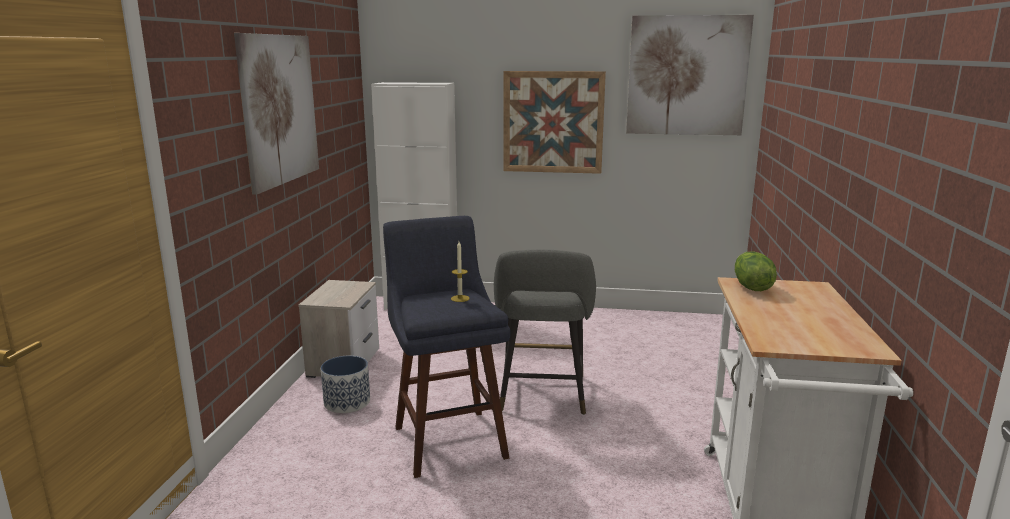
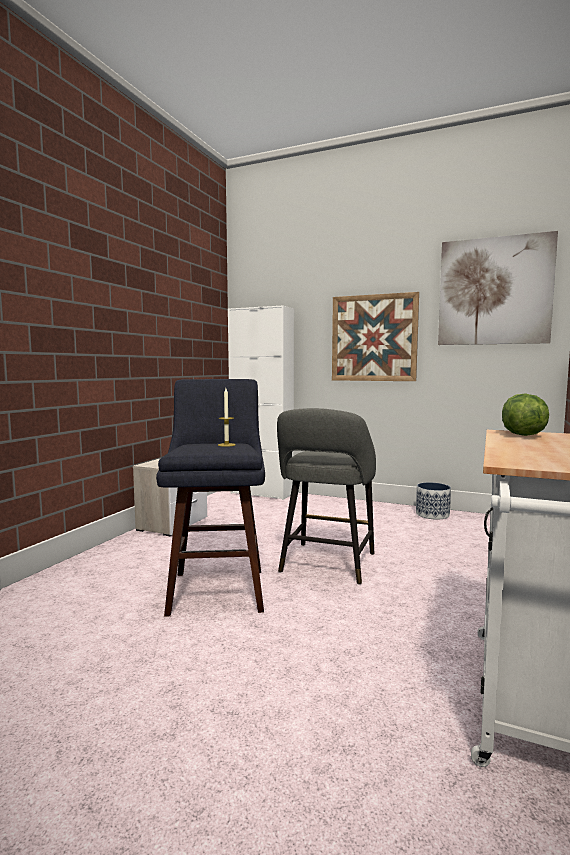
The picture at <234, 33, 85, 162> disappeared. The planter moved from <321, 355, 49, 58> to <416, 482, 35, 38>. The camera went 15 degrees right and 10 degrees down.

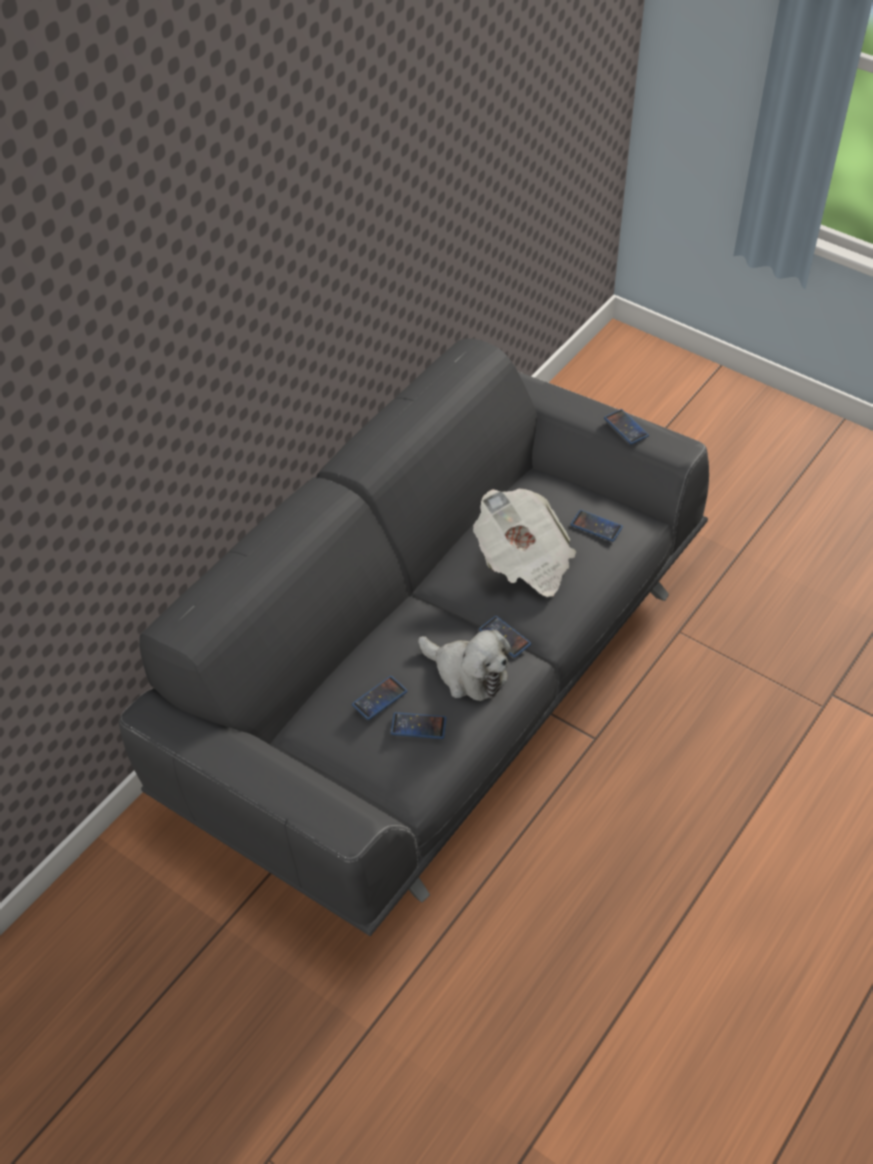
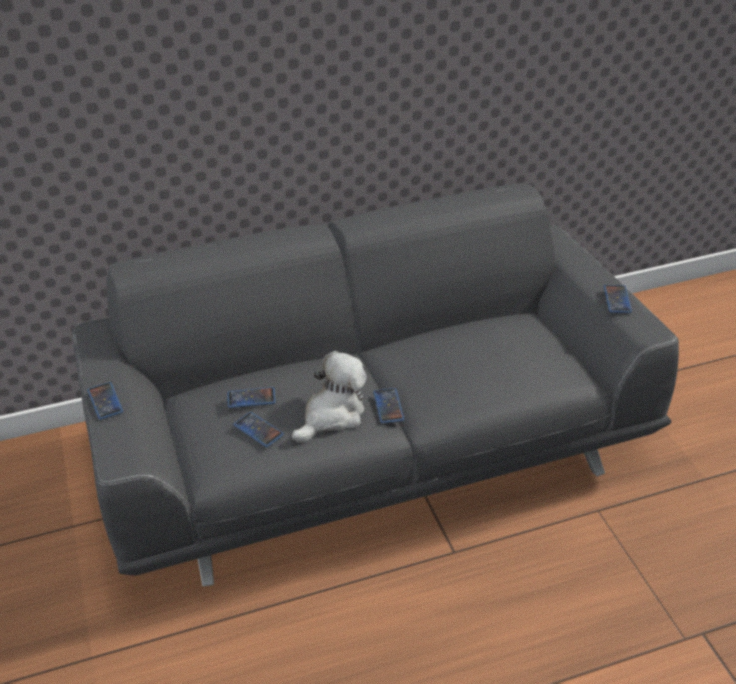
The newspaper at <473, 489, 103, 108> disappeared. The phone moved from <570, 510, 53, 32> to <87, 382, 36, 38>. The plush toy at <418, 630, 93, 71> turned 120 degrees counterclockwise. The camera went 35 degrees right and 10 degrees down.

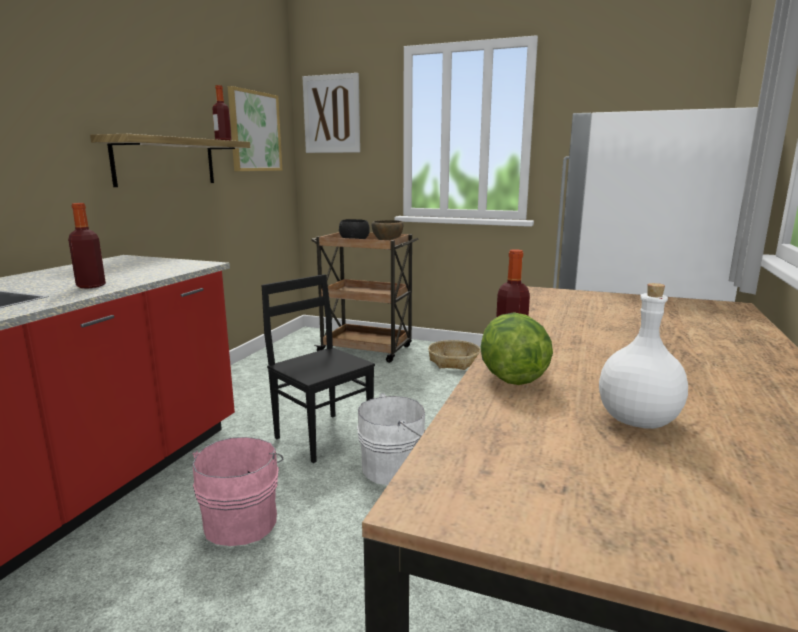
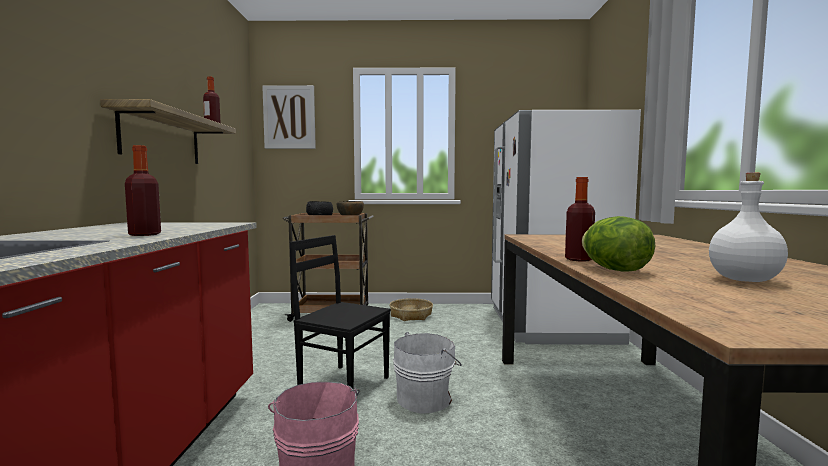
The picture at <228, 86, 54, 85> disappeared. The camera went 20 degrees left and 10 degrees down.

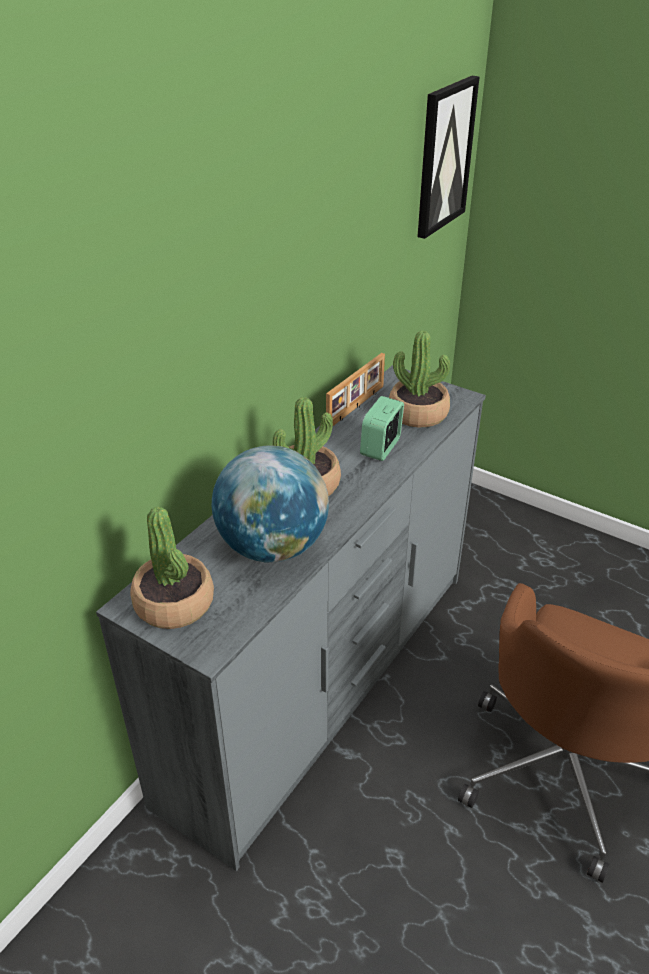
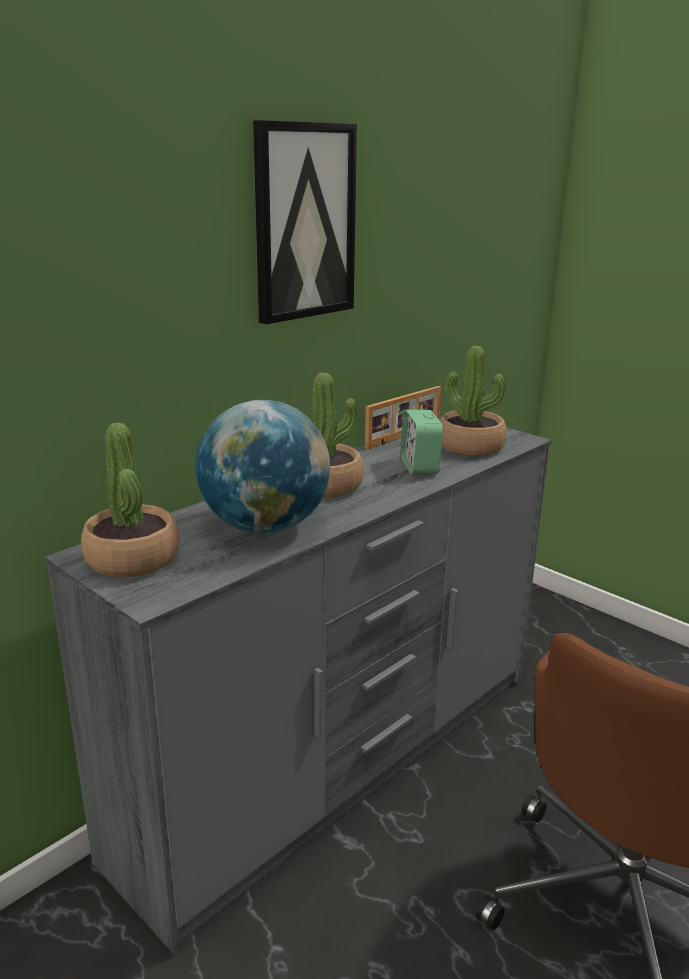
The picture moved from <417, 76, 62, 163> to <253, 120, 104, 204>. The alarm clock at <360, 396, 44, 65> turned 45 degrees counterclockwise. The camera went 10 degrees right and 15 degrees down.

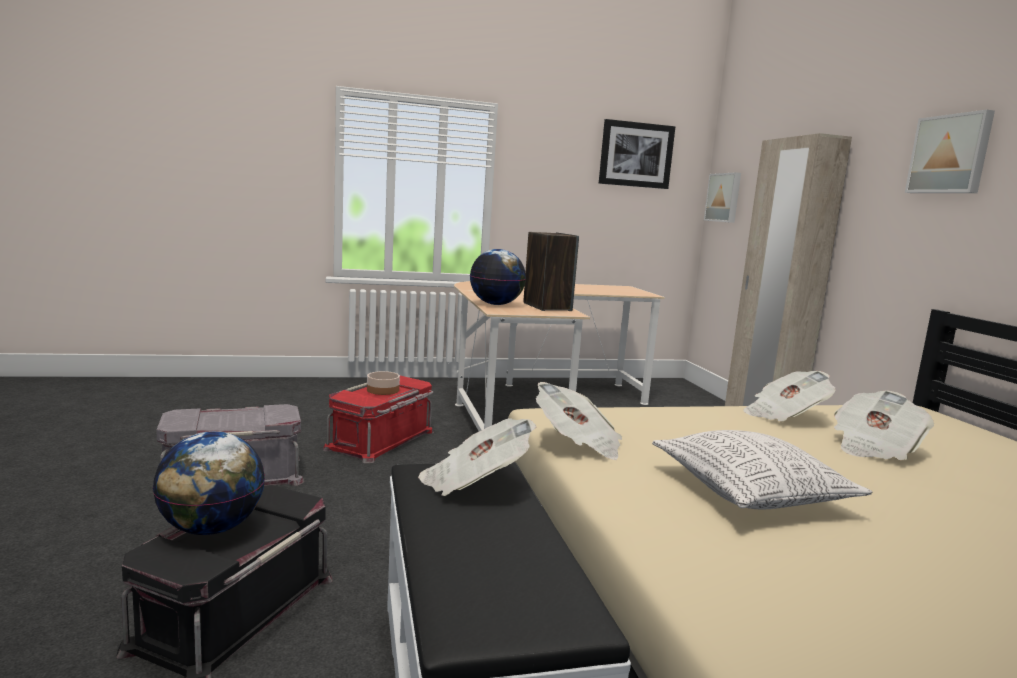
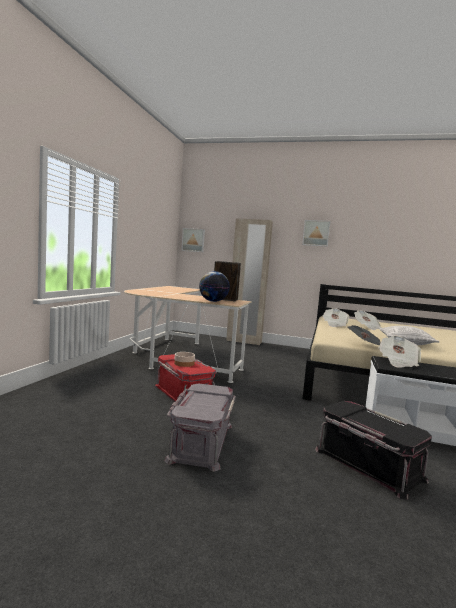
The globe at <153, 431, 112, 104> disappeared. The picture at <599, 119, 76, 70> disappeared. The camera went 60 degrees left and 5 degrees down.

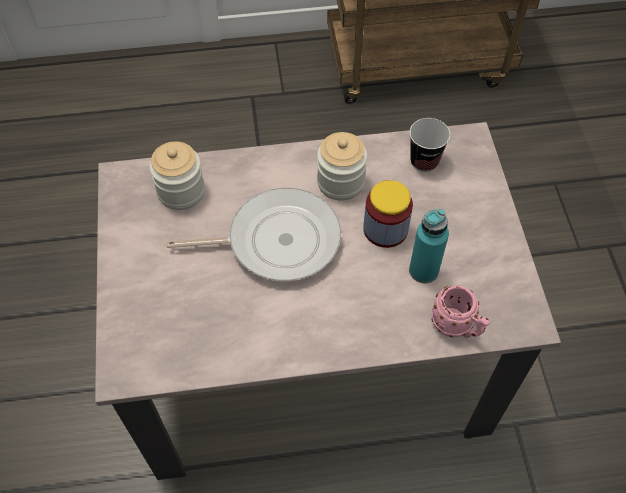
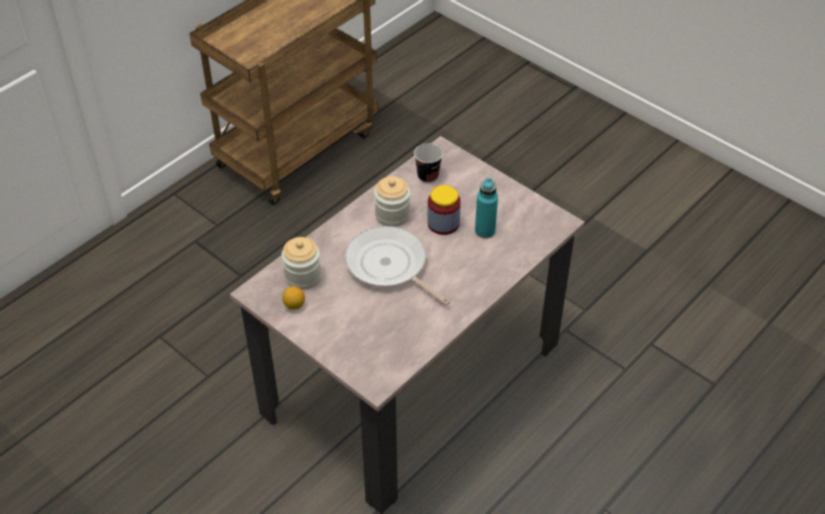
The mug (pink) at <431, 285, 59, 53> disappeared. The lemon at <282, 286, 23, 24> appeared. The frying pan at <167, 188, 174, 93> turned 90 degrees counterclockwise. The camera went 40 degrees left and 10 degrees down.

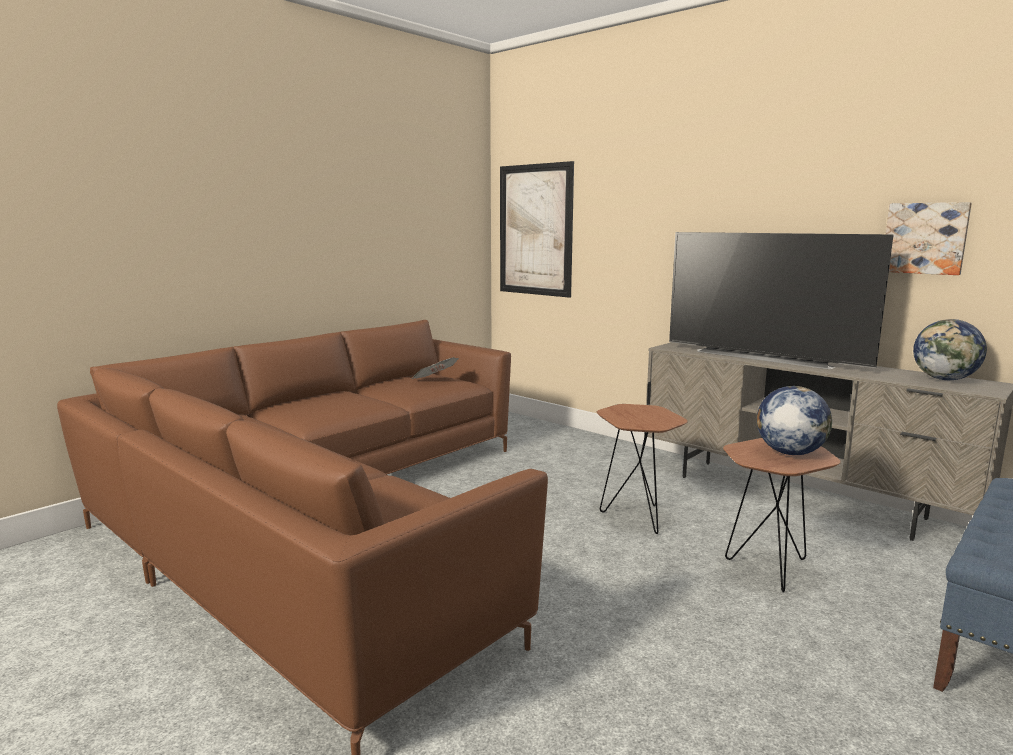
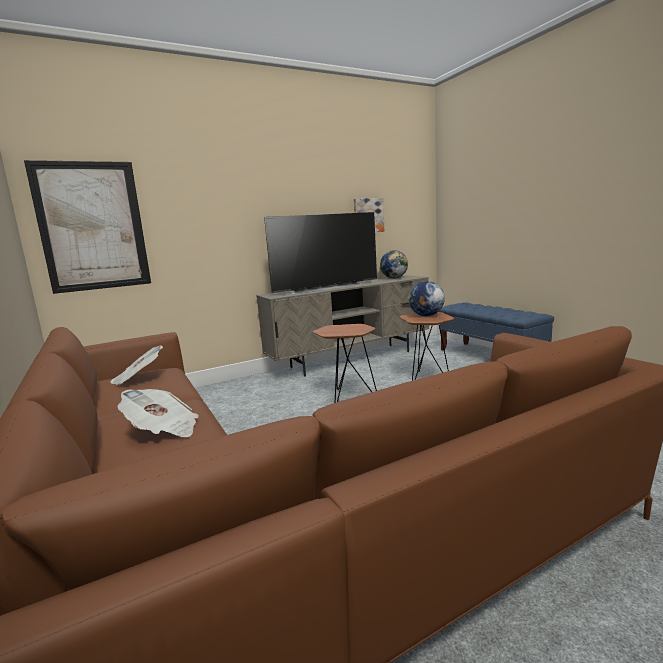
The newspaper at <117, 389, 81, 48> appeared. The camera went 70 degrees left and 0 degrees up.

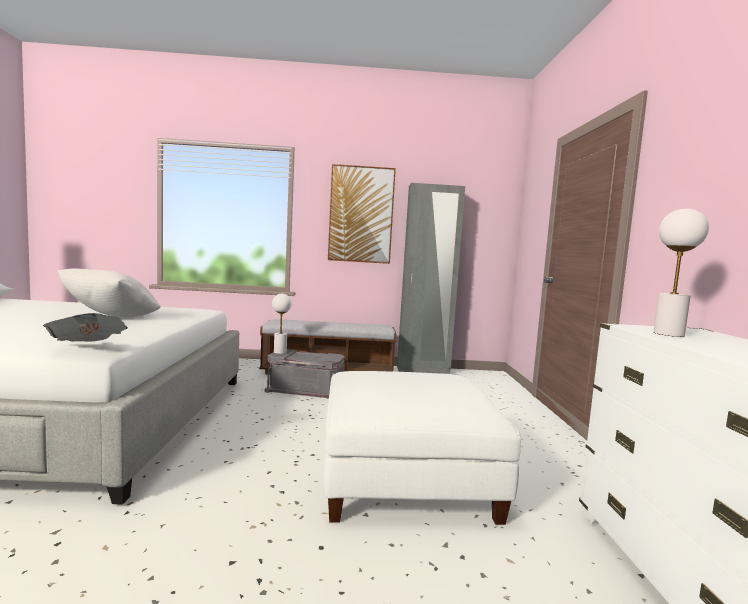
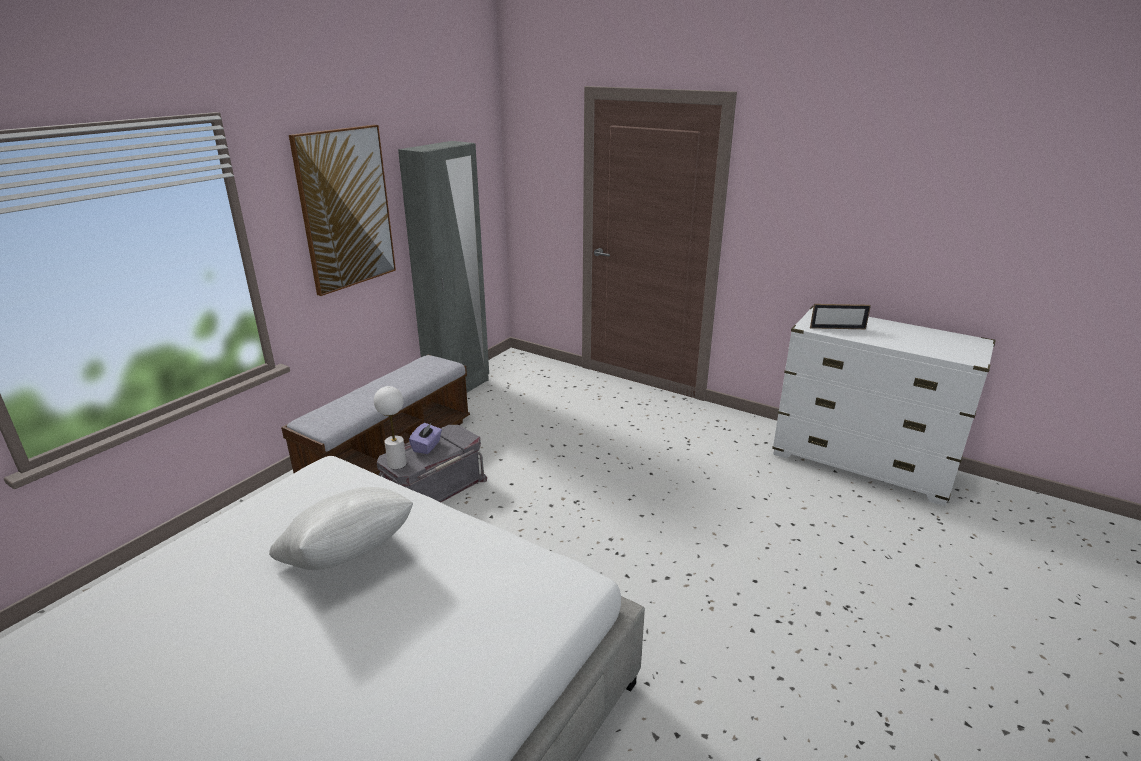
The newspaper at <43, 313, 85, 29> disappeared. The ottoman (white) at <324, 371, 197, 154> disappeared. The tissue box (purple) at <409, 422, 33, 32> appeared. The table lamp (white) at <654, 209, 55, 128> was replaced by the picture frame at <810, 304, 61, 25>. The camera went 55 degrees left and 20 degrees up.

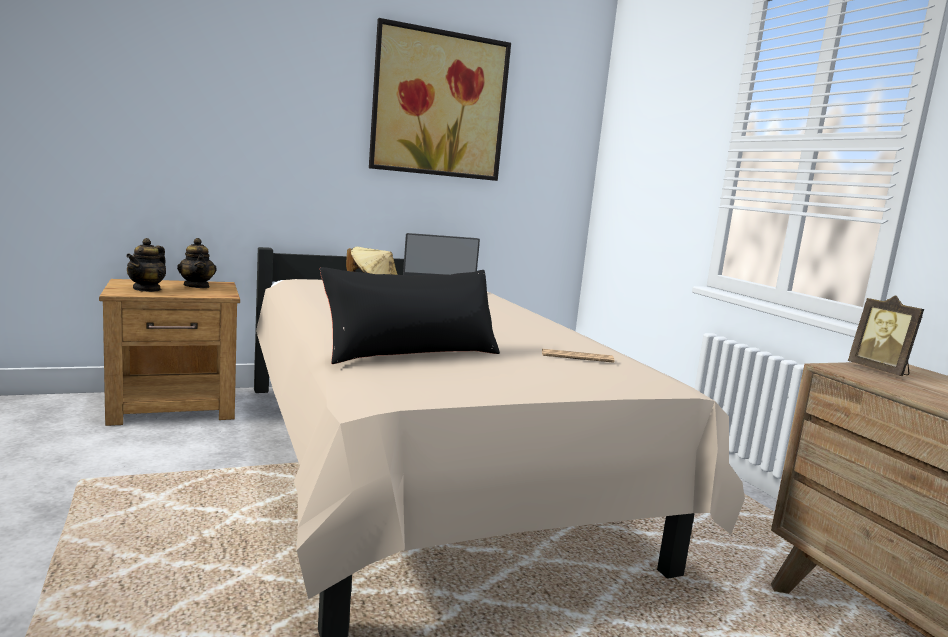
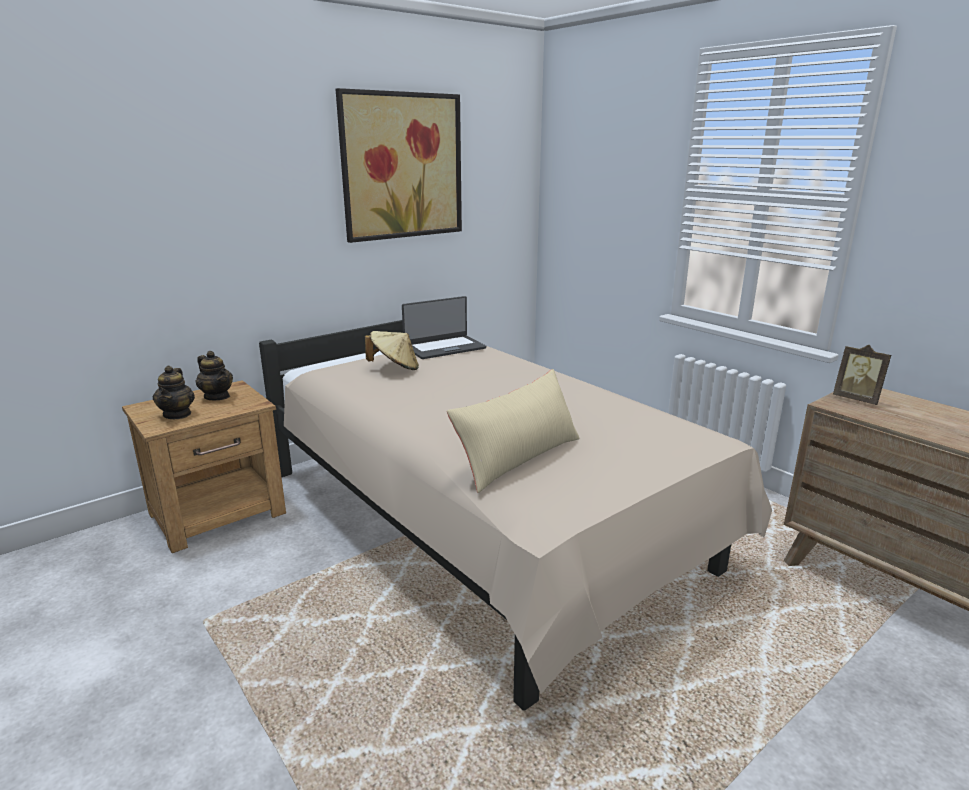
The newspaper at <542, 349, 73, 14> disappeared. The pillow (black) at <320, 267, 180, 97> became the pillow (beige) at <447, 369, 133, 124>. The camera went 15 degrees left and 10 degrees up.

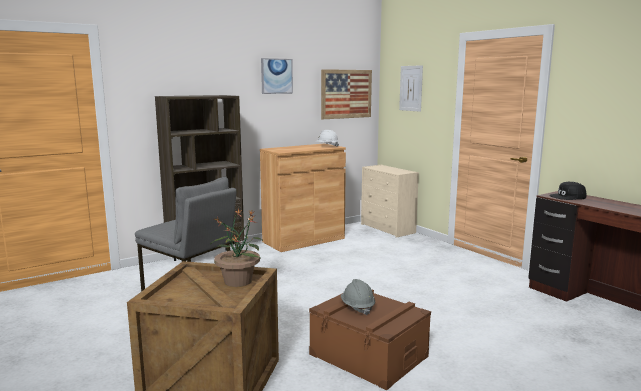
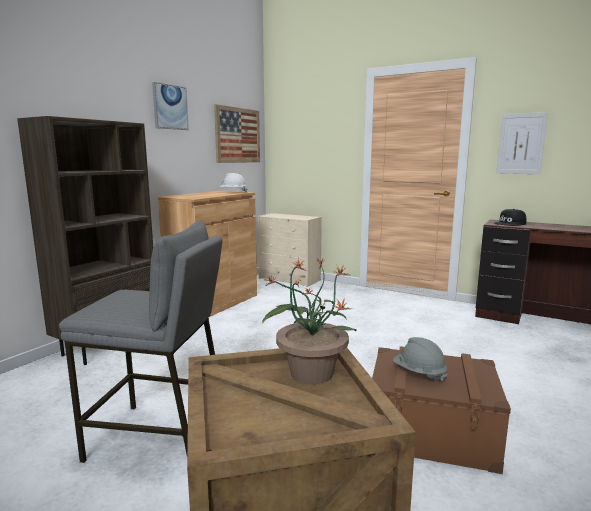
The picture moved from <399, 65, 24, 47> to <496, 112, 52, 62>. The camera went 25 degrees left and 0 degrees up.

